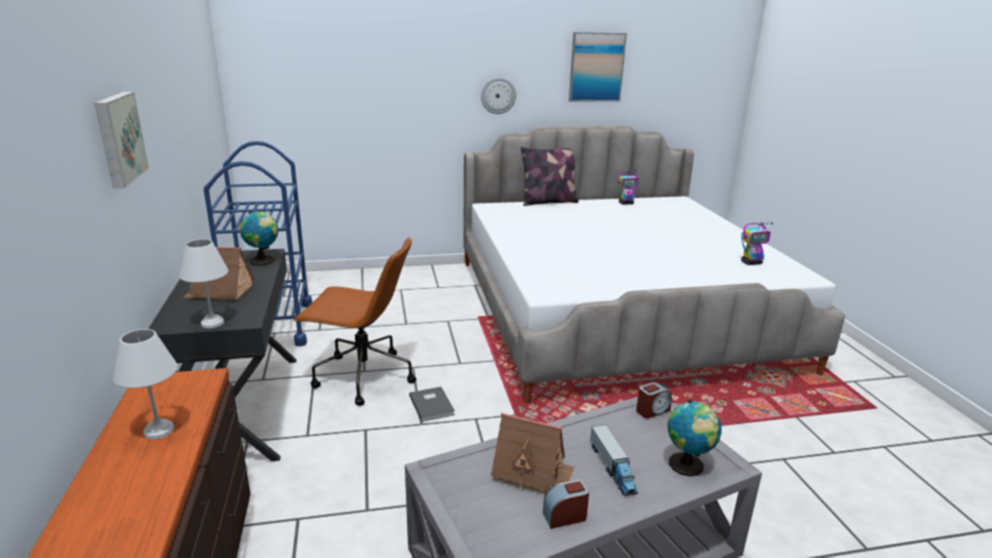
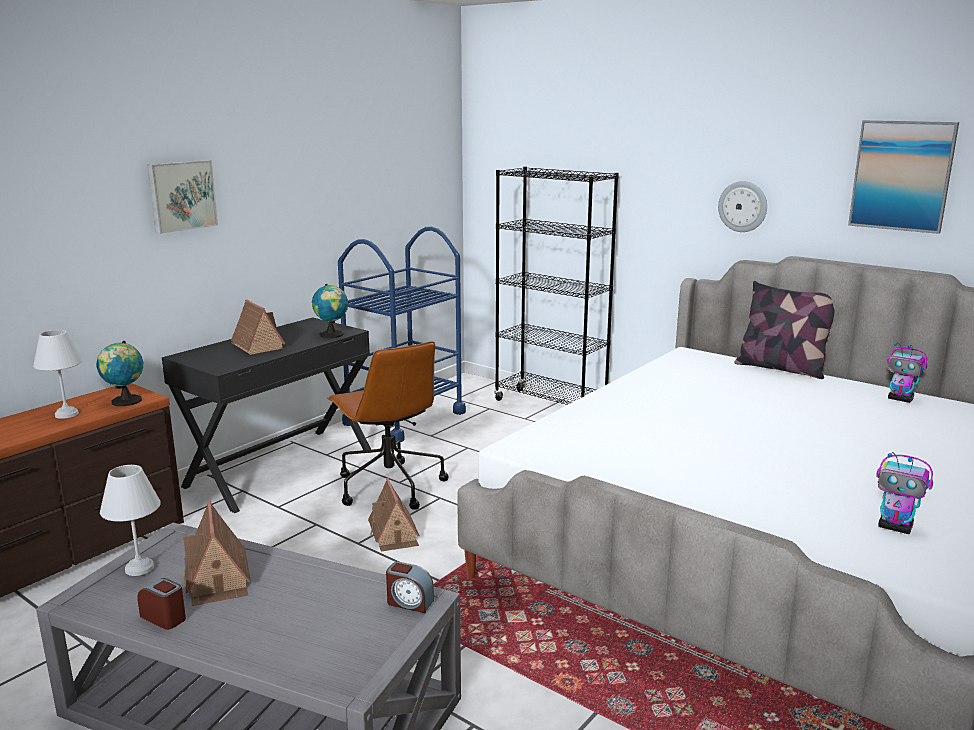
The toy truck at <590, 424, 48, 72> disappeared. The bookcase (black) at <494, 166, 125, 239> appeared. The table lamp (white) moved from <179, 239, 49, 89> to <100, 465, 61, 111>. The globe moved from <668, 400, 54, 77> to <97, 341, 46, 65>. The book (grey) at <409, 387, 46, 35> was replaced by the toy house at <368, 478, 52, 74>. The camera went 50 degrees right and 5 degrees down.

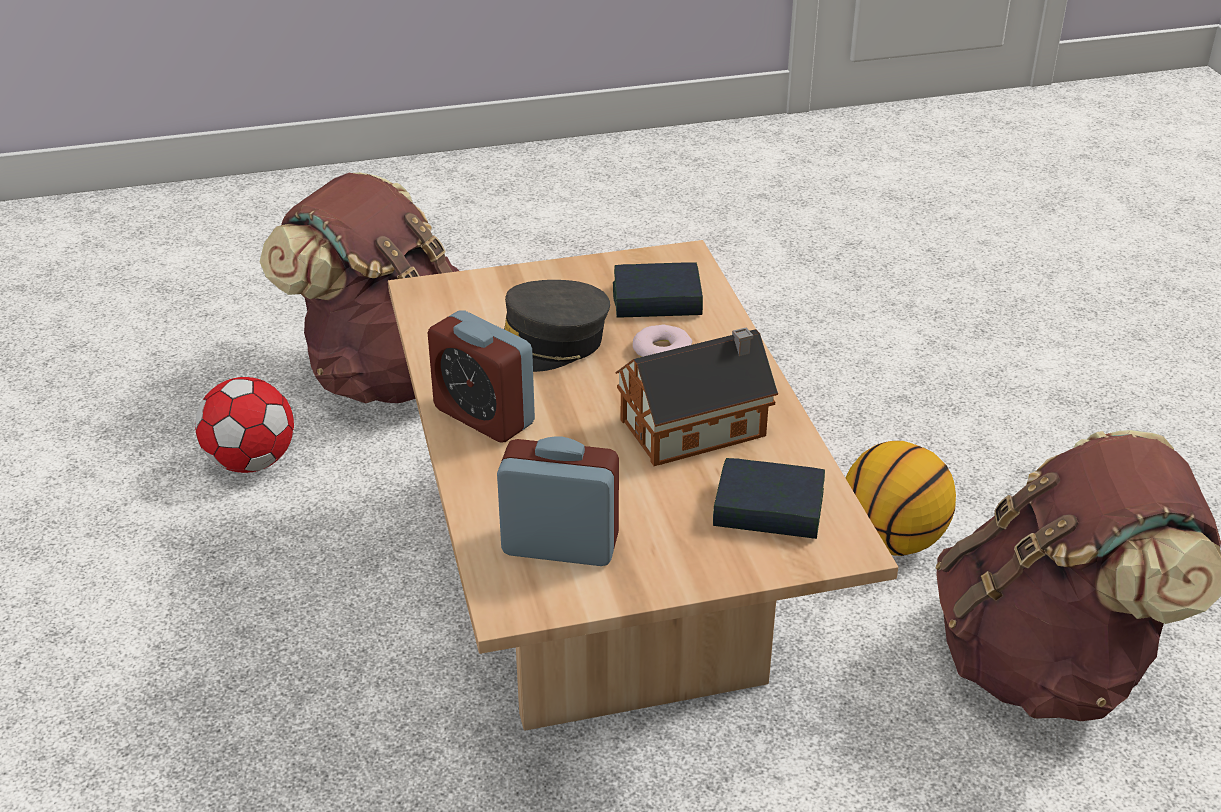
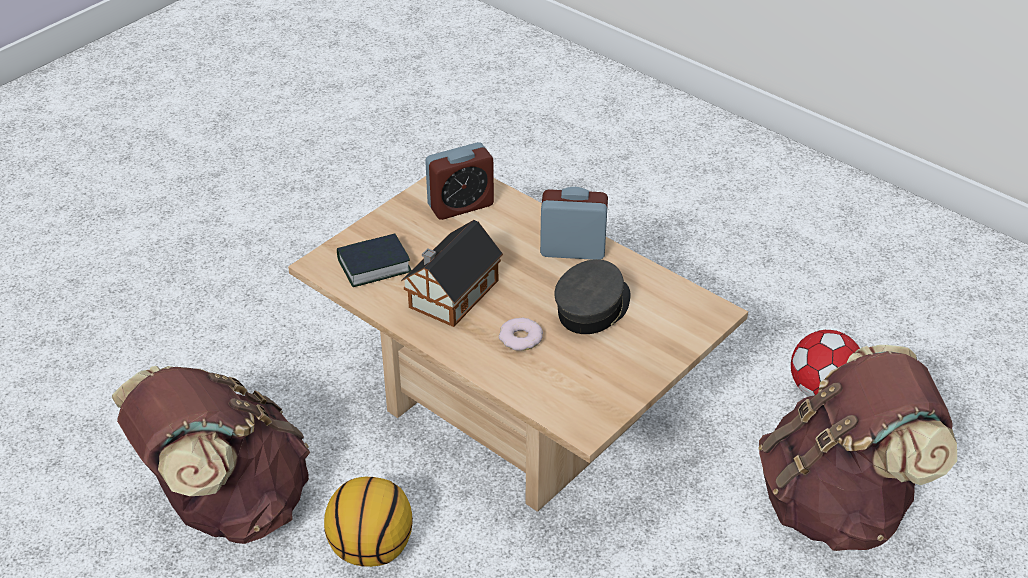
The book at <613, 262, 90, 56> disappeared. The camera went 145 degrees right and 5 degrees up.

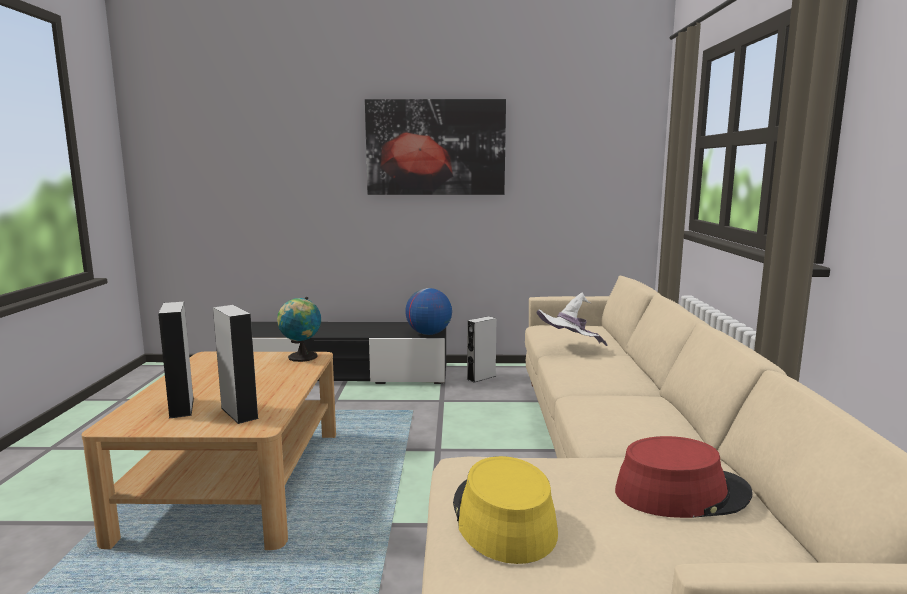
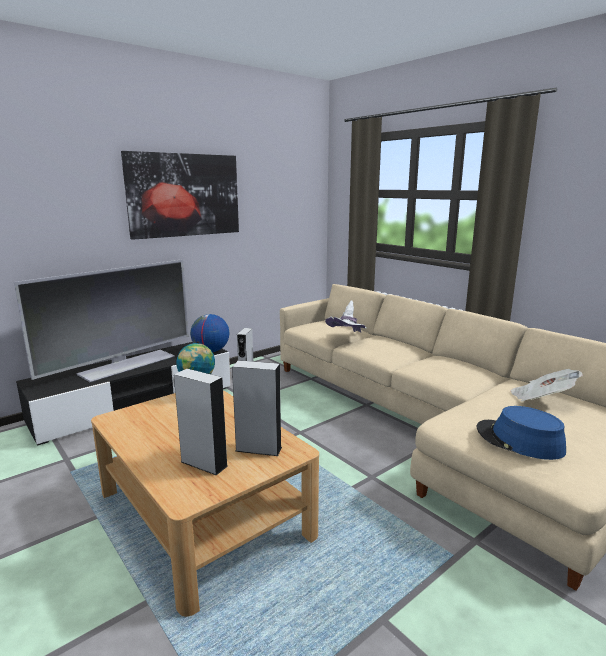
The television at <14, 259, 175, 123> appeared. The hat (red) at <615, 436, 138, 82> was replaced by the newspaper at <511, 369, 72, 32>. The hat (yellow) at <453, 456, 105, 108> became the hat (blue) at <477, 406, 89, 54>. The camera went 40 degrees left and 5 degrees up.

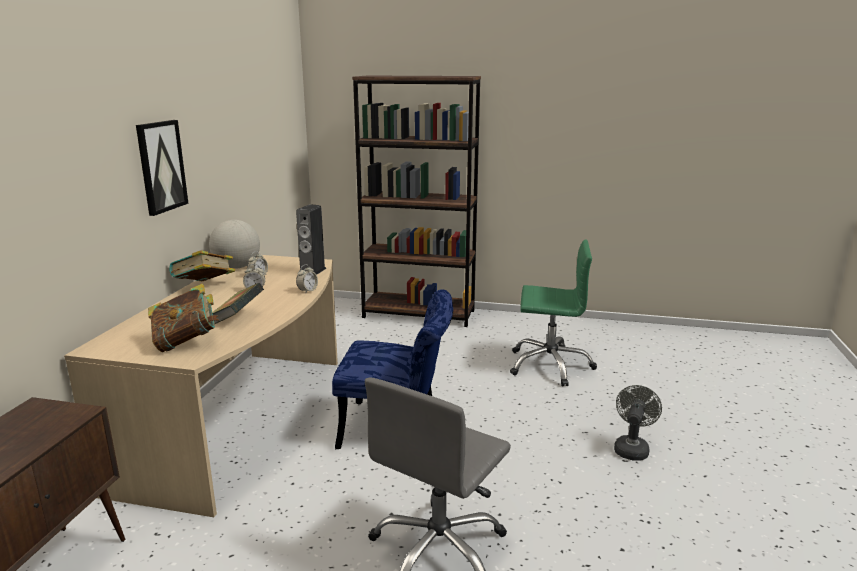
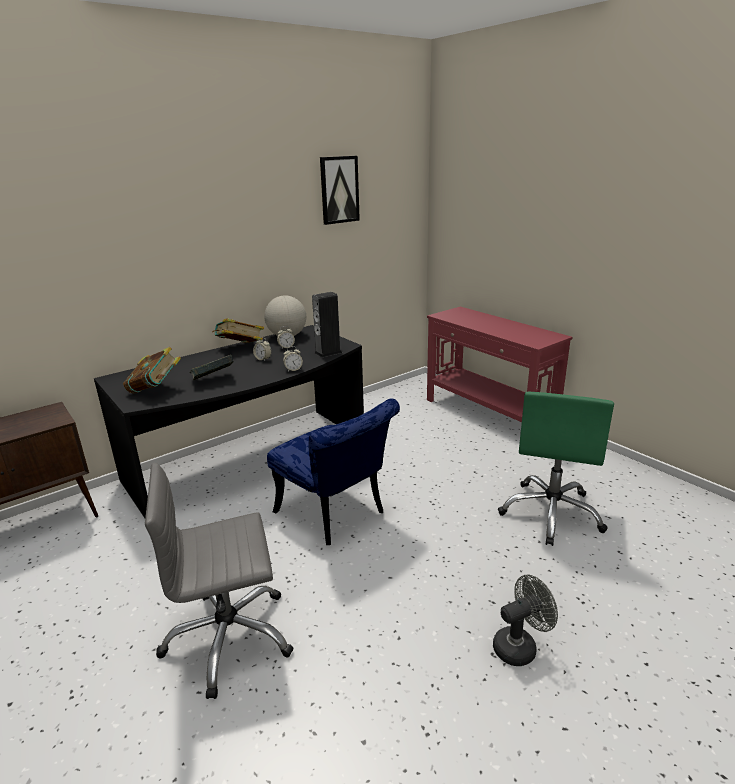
The picture moved from <136, 120, 52, 96> to <320, 156, 40, 69>. The bookcase (brown) at <352, 76, 129, 251> was replaced by the console table (red) at <427, 307, 146, 115>. The desk (beige) at <64, 255, 274, 262> became the desk (black) at <94, 325, 270, 193>. The office chair (green) at <510, 240, 87, 146> turned 60 degrees clockwise. The camera went 40 degrees right and 5 degrees up.

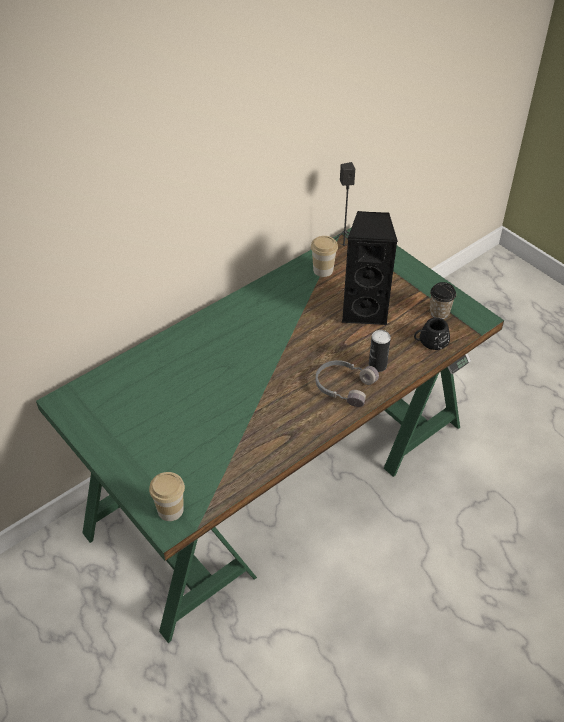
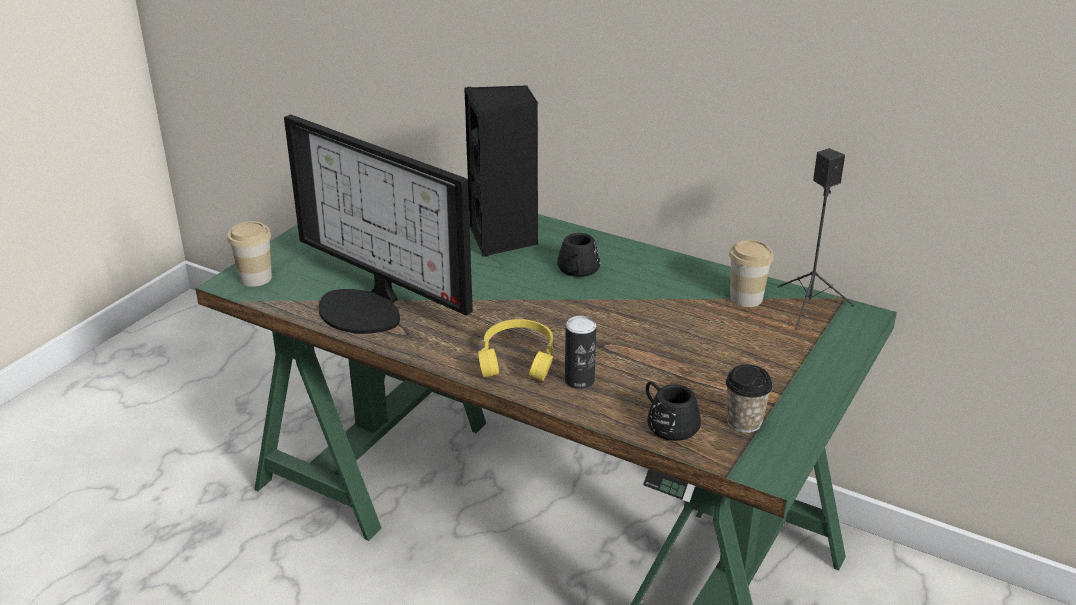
The monitor at <284, 114, 189, 220> appeared. The mug (black) at <557, 233, 43, 44> appeared. The speaker (black) moved from <341, 211, 57, 114> to <464, 85, 75, 172>. The headphones (grey) at <316, 360, 63, 47> became the headphones (yellow) at <478, 319, 75, 62>. The camera went 70 degrees right and 15 degrees down.

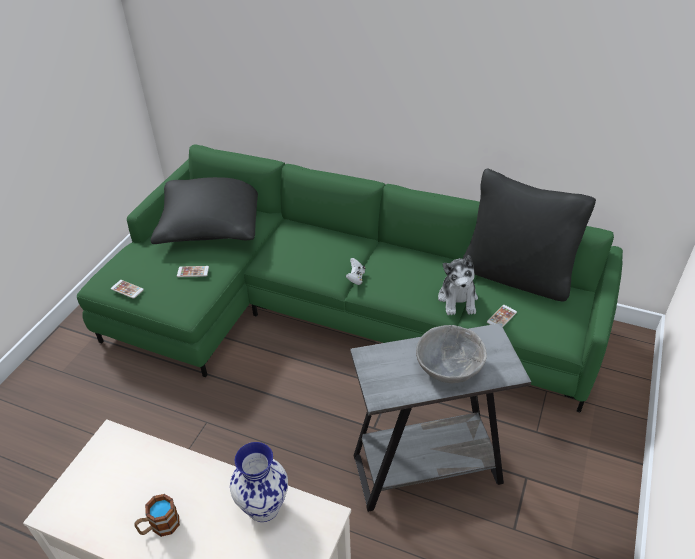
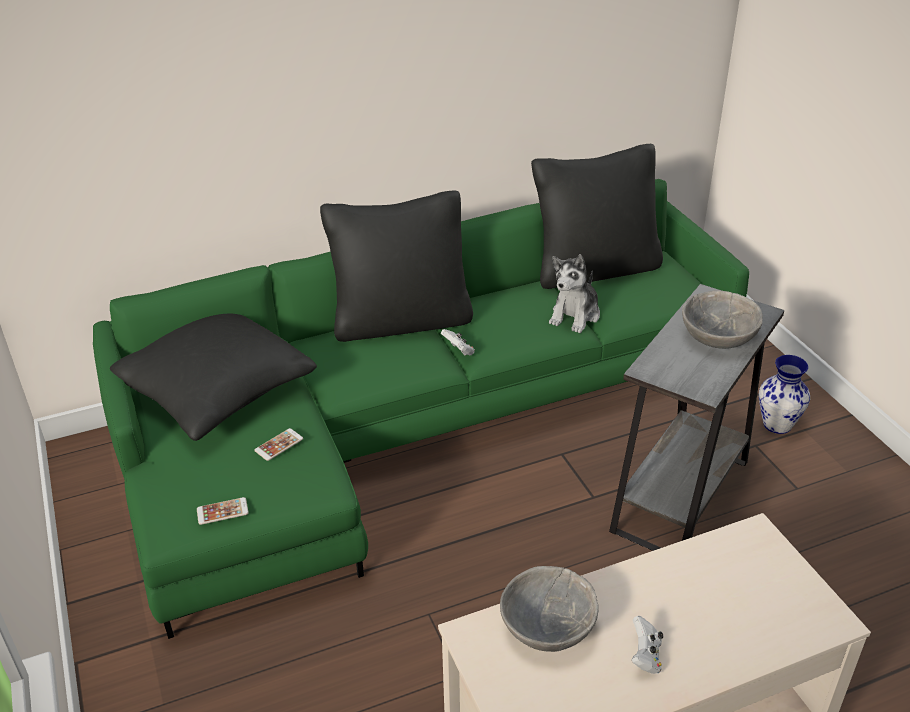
The phone at <487, 305, 30, 22> disappeared. The pillow (black) at <320, 191, 153, 151> appeared. The bowl (grey) at <500, 566, 99, 86> appeared. The vase moved from <230, 442, 58, 80> to <759, 355, 51, 79>. The mug at <134, 494, 46, 43> was replaced by the game controller (white) at <631, 616, 32, 58>. The plush toy at <438, 255, 40, 60> turned 75 degrees clockwise. The camera went 45 degrees left and 5 degrees down.

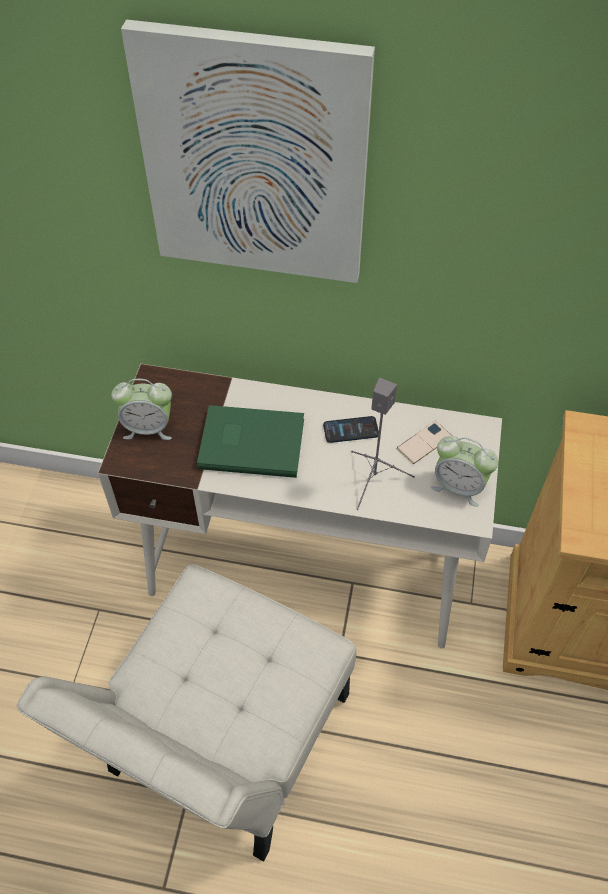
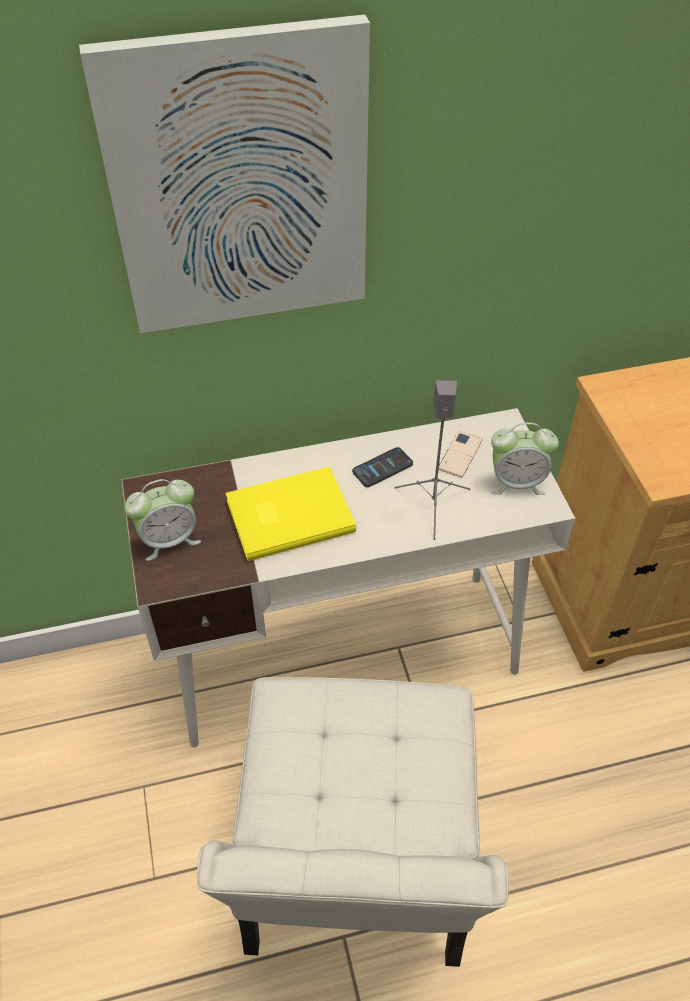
The book (green) at <197, 405, 107, 73> became the book (yellow) at <226, 466, 130, 95>. The camera went 25 degrees left and 5 degrees down.

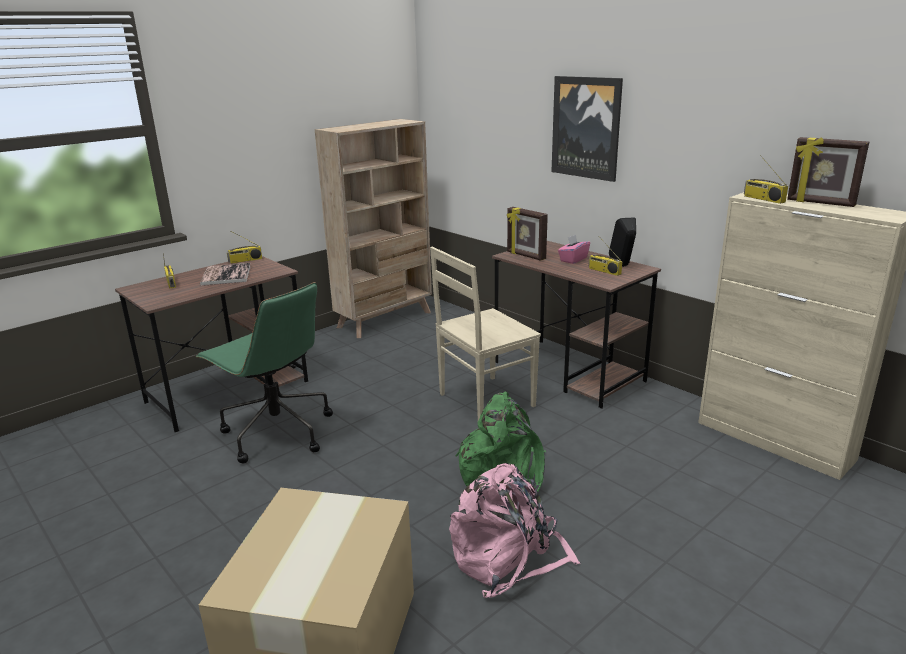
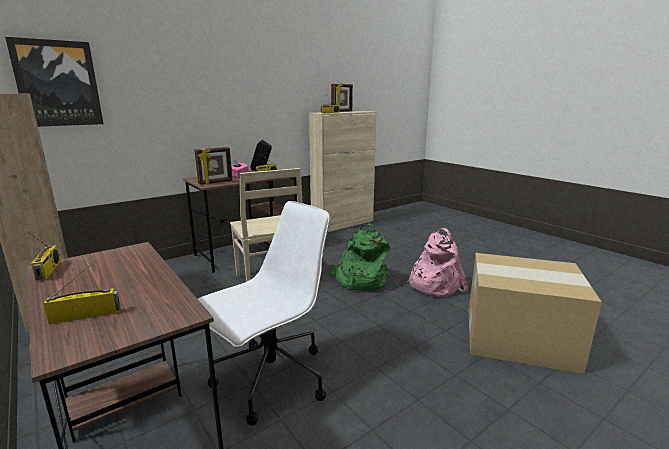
The book at <200, 263, 51, 23> disappeared. The picture moved from <551, 76, 72, 106> to <5, 37, 99, 90>. The office chair (green) at <196, 282, 137, 181> became the office chair (white) at <198, 201, 132, 225>. The camera went 85 degrees left and 5 degrees down.

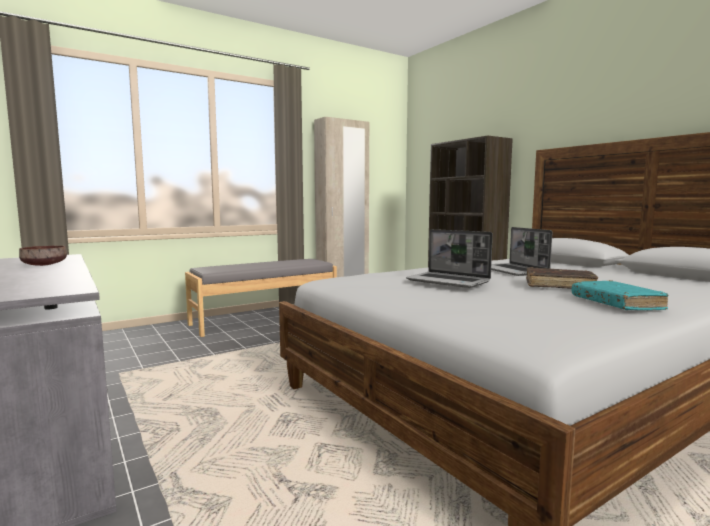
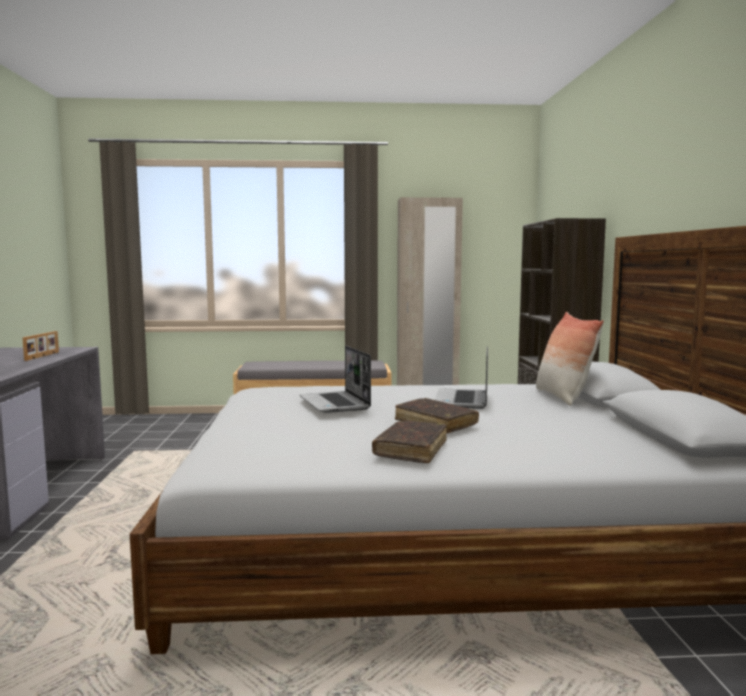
The pillow at <536, 312, 68, 94> appeared. The bowl (brown) at <19, 246, 48, 20> was replaced by the picture frame at <22, 331, 37, 30>. The book (turquoise) at <572, 280, 97, 30> became the book (brown) at <372, 421, 75, 42>. The camera went 30 degrees right and 0 degrees up.

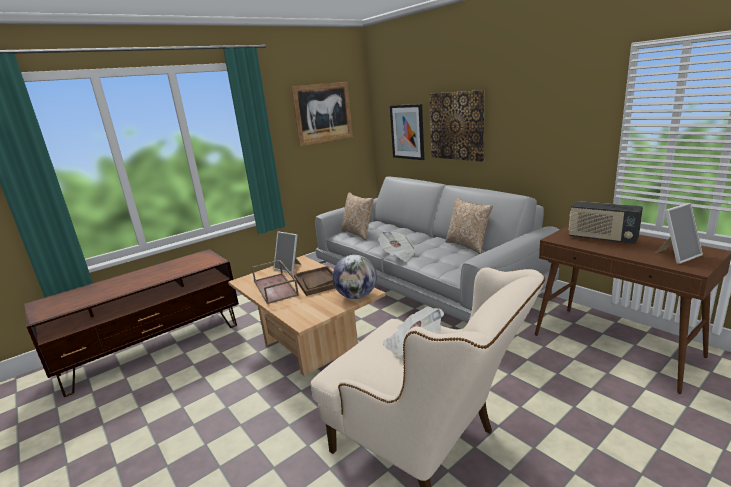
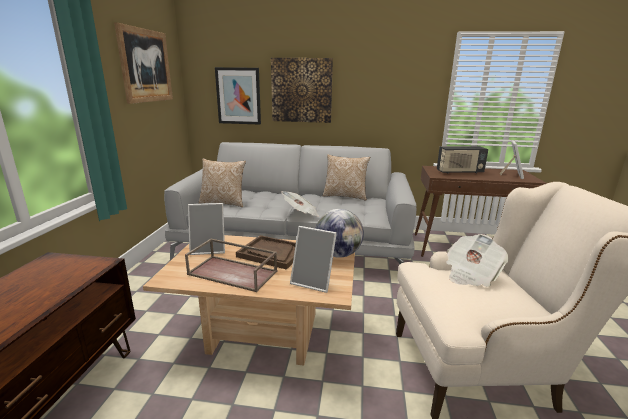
The picture frame at <290, 226, 47, 67> appeared. The camera went 45 degrees left and 0 degrees up.

